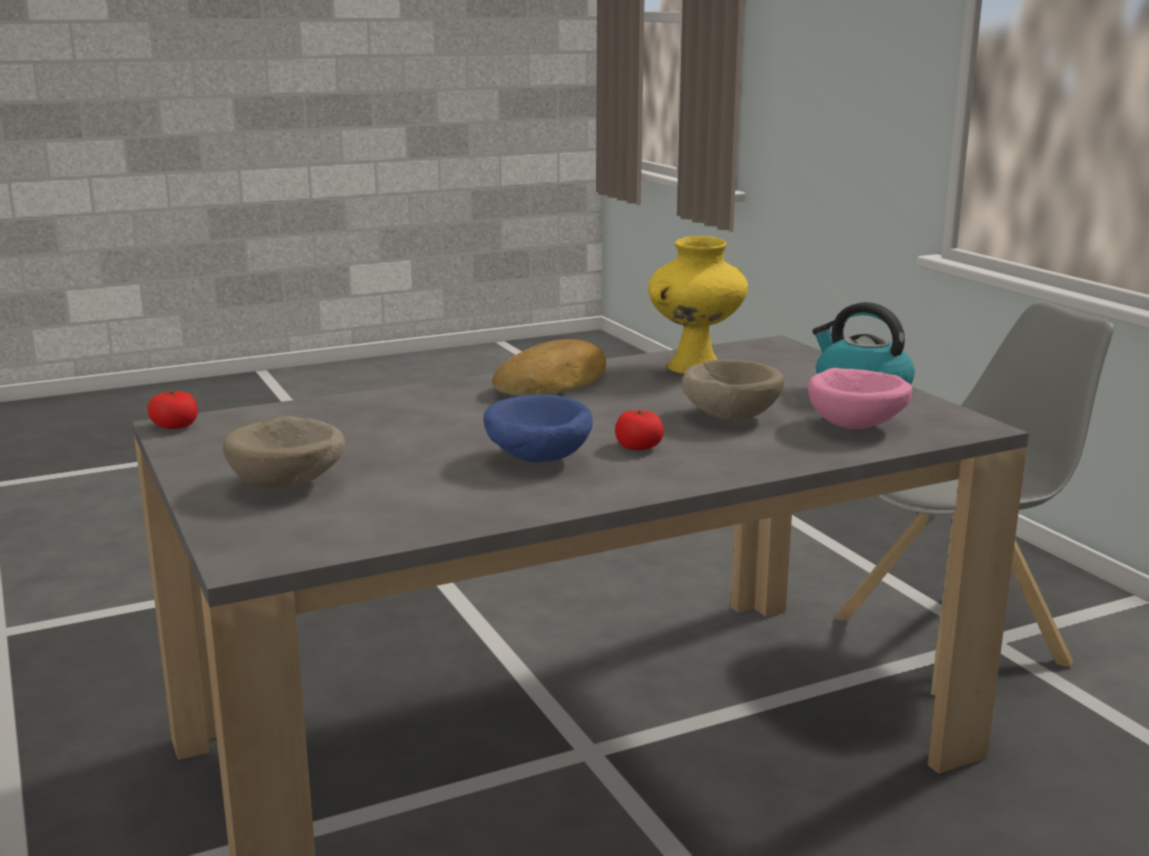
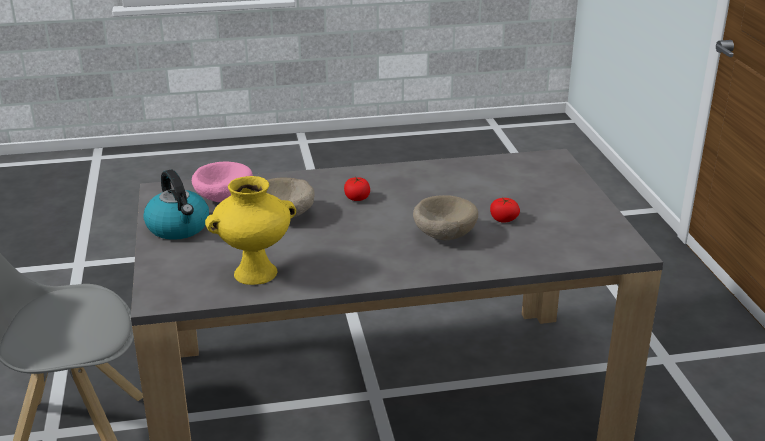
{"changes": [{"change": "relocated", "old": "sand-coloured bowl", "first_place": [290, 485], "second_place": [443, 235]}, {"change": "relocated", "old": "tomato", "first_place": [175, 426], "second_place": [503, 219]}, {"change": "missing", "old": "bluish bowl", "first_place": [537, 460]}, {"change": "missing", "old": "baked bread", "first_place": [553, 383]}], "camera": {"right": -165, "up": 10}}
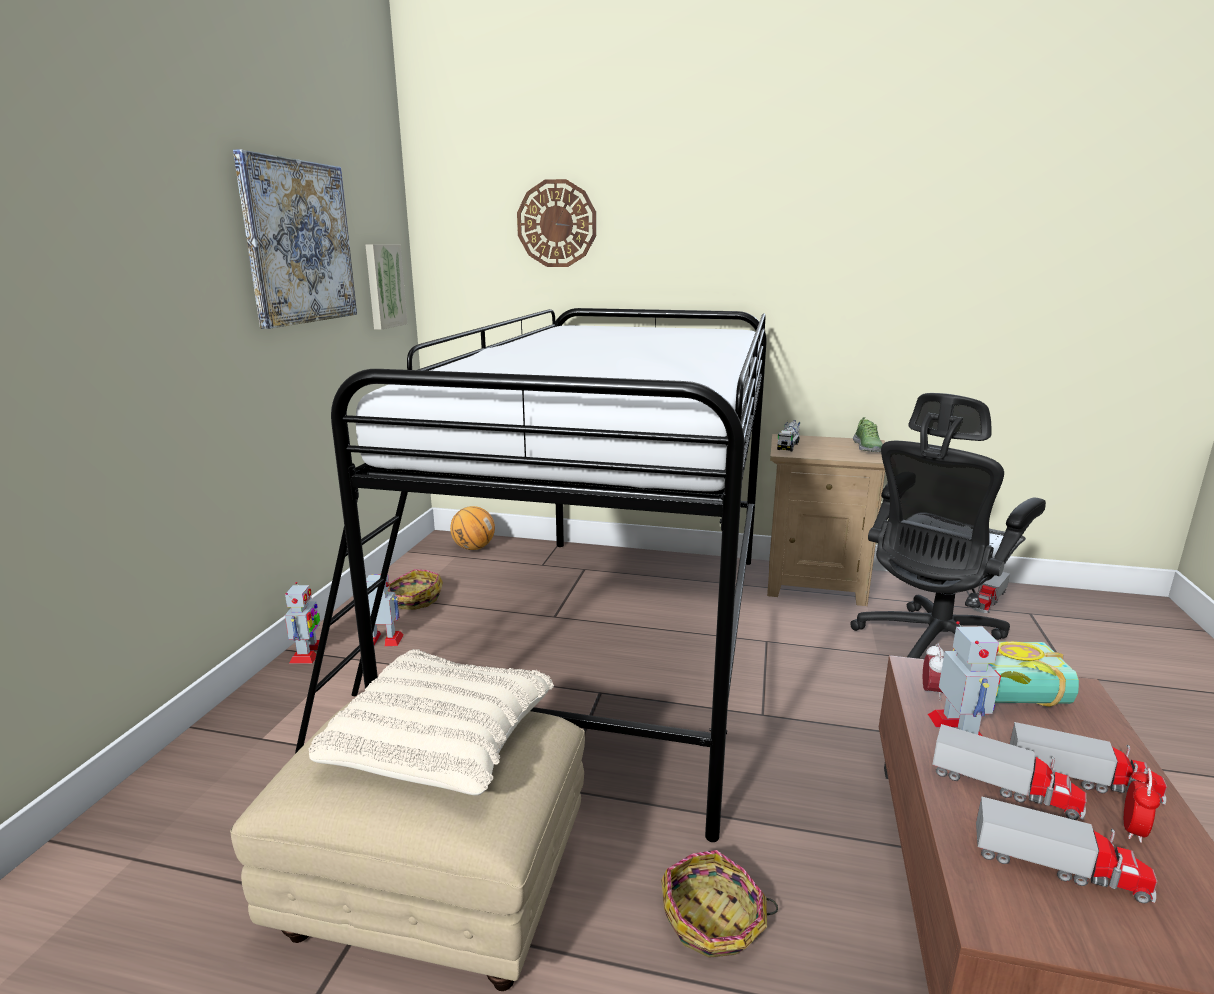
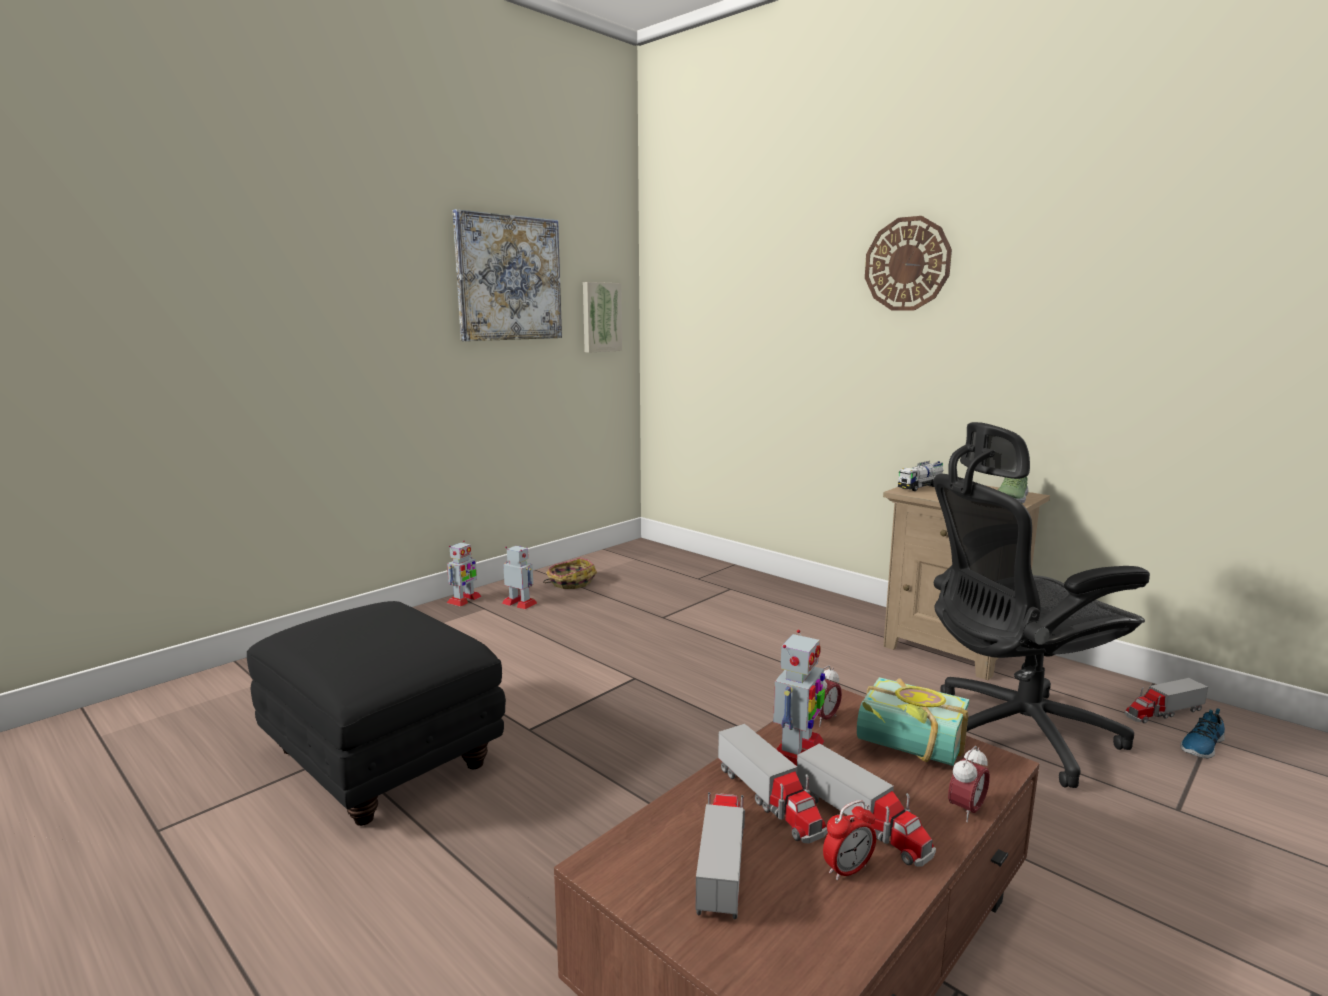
{"changes": [{"change": "colour", "old": "sand-coloured ottoman", "new": "black ottoman", "first_place": [438, 894], "second_place": [384, 760]}, {"change": "spun", "old": "toy lorry", "first_place": [1059, 868], "second_place": [722, 862], "degrees": -135}, {"change": "relocated", "old": "clock on the wall", "first_place": [556, 224], "second_place": [907, 264]}, {"change": "appeared", "new": "table clock", "second_place": [966, 810]}, {"change": "appeared", "new": "shoe", "second_place": [1201, 745]}, {"change": "missing", "old": "black bed", "first_place": [604, 646]}, {"change": "missing", "old": "sand-coloured throw pillow", "first_place": [441, 738]}, {"change": "missing", "old": "basketball", "first_place": [473, 548]}, {"change": "missing", "old": "household basket", "first_place": [714, 921]}], "camera": {"right": 30, "up": -5}}
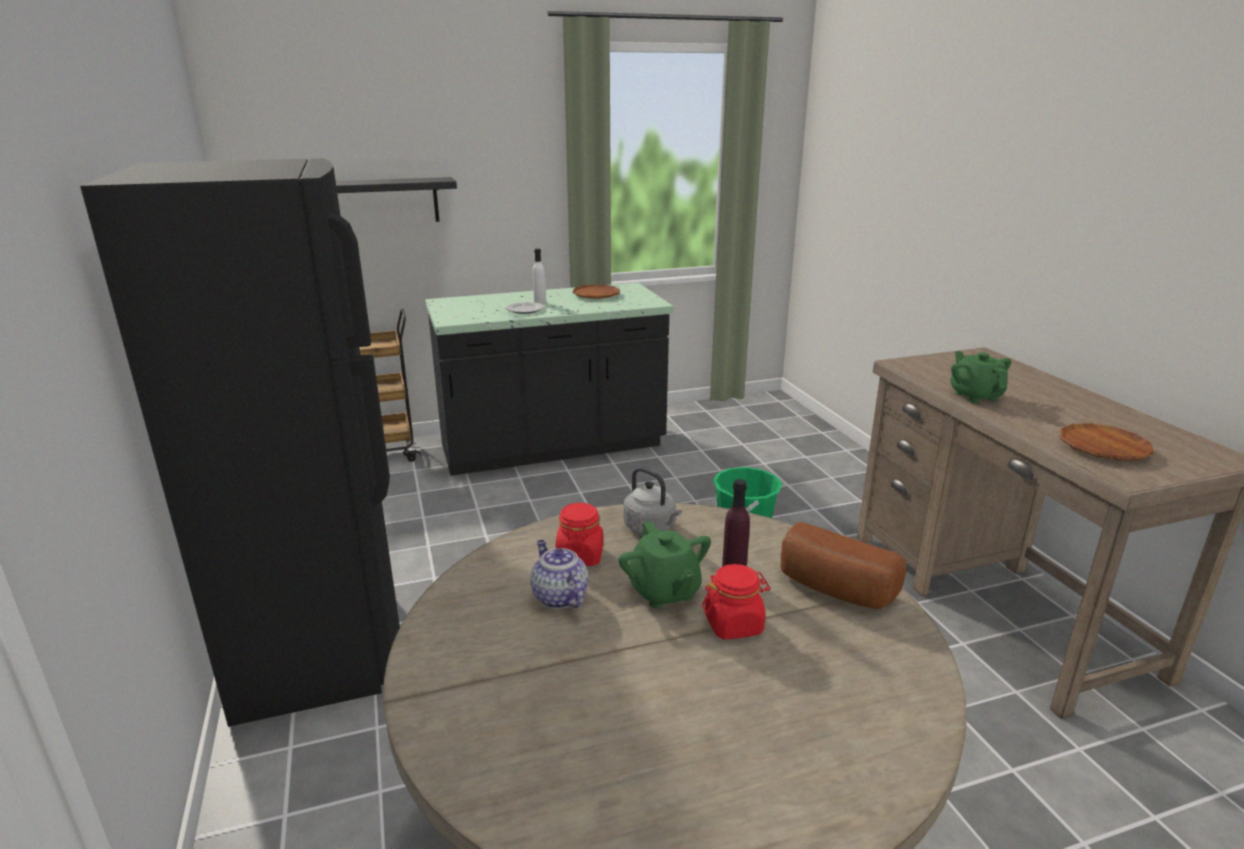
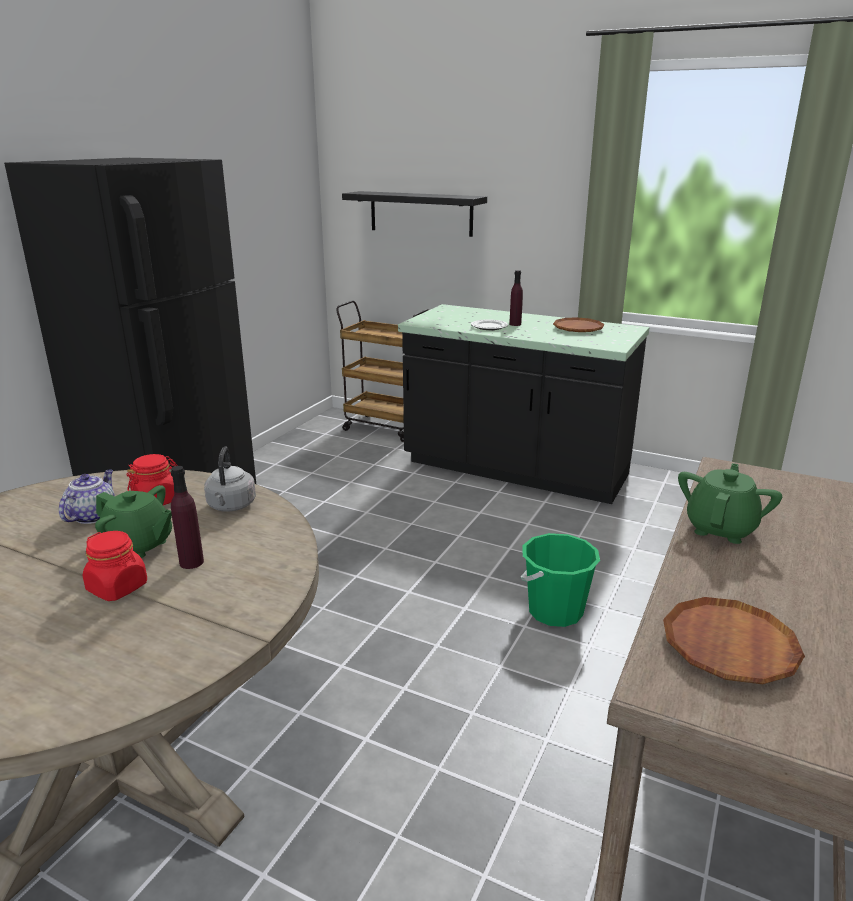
{"changes": [{"change": "spun", "old": "greenish pot for tea", "first_place": [664, 591], "second_place": [139, 545], "degrees": -90}, {"change": "colour", "old": "whitish drink bottle", "new": "purplish drink bottle", "first_place": [539, 302], "second_place": [515, 324]}, {"change": "missing", "old": "baked bread", "first_place": [833, 589]}], "camera": {"right": 45, "up": 0}}
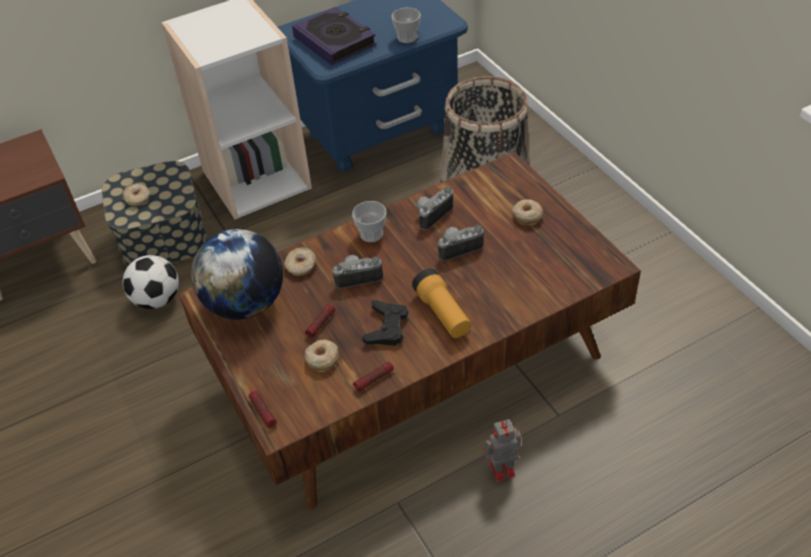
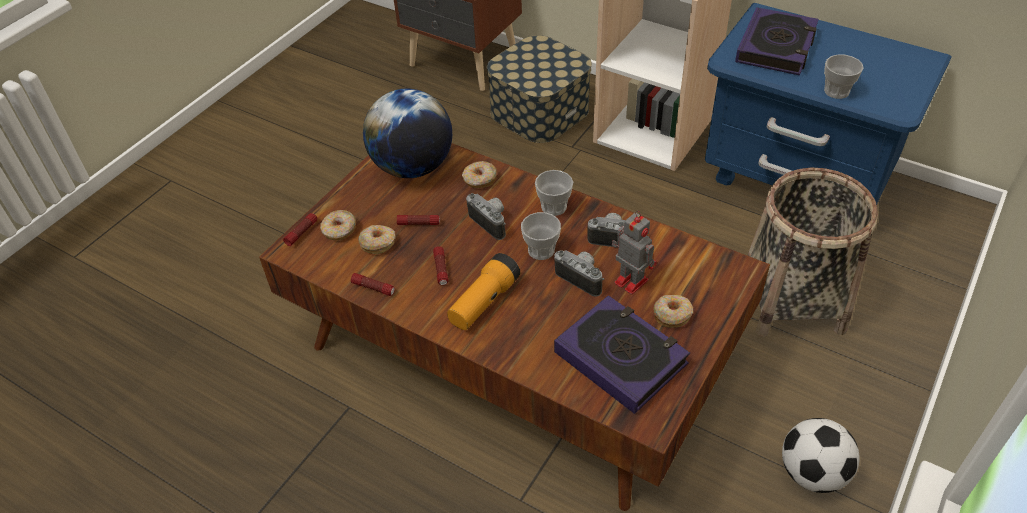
{"changes": [{"change": "relocated", "old": "donut", "first_place": [138, 198], "second_place": [339, 230]}, {"change": "exchanged", "old": "black game controller", "new": "hand torch", "first_place": [386, 327], "second_place": [441, 269]}, {"change": "appeared", "new": "drinking cup", "second_place": [541, 250]}, {"change": "appeared", "new": "bound book", "second_place": [620, 358]}, {"change": "relocated", "old": "robot figure", "first_place": [500, 469], "second_place": [630, 280]}, {"change": "relocated", "old": "ball for football", "first_place": [157, 300], "second_place": [812, 473]}], "camera": {"right": 60, "up": 0}}
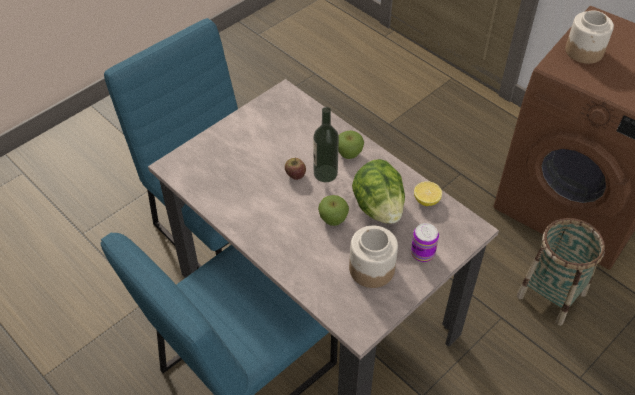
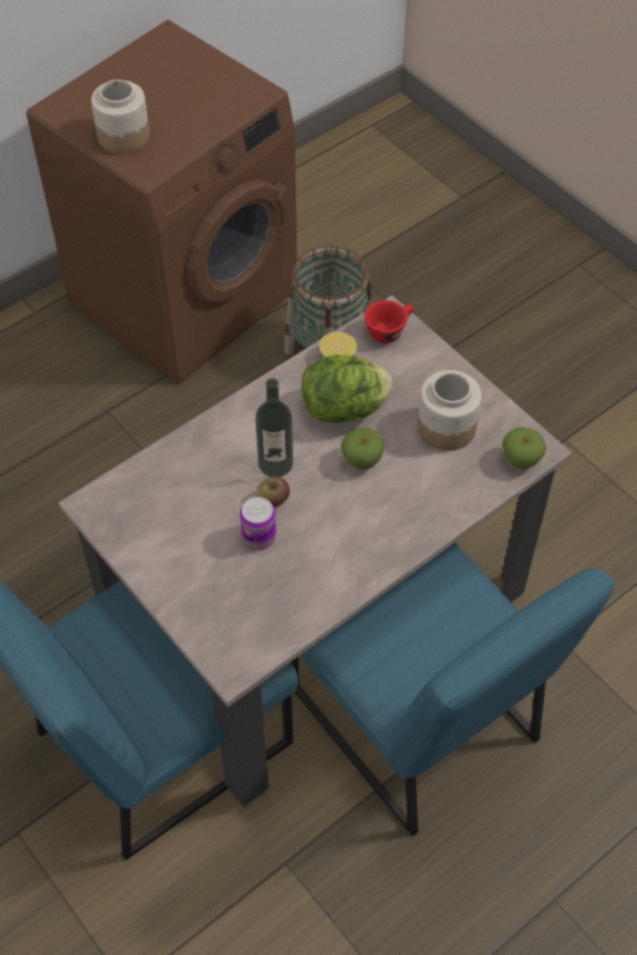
{"changes": [{"change": "relocated", "old": "sealed can", "first_place": [422, 253], "second_place": [259, 536]}, {"change": "appeared", "new": "reddish drinking cup", "second_place": [389, 330]}, {"change": "relocated", "old": "apple", "first_place": [349, 154], "second_place": [520, 460]}], "camera": {"right": -85, "up": 5}}
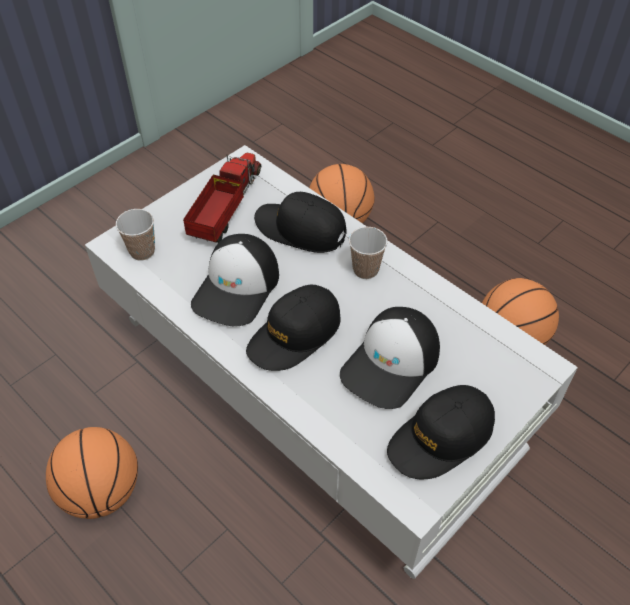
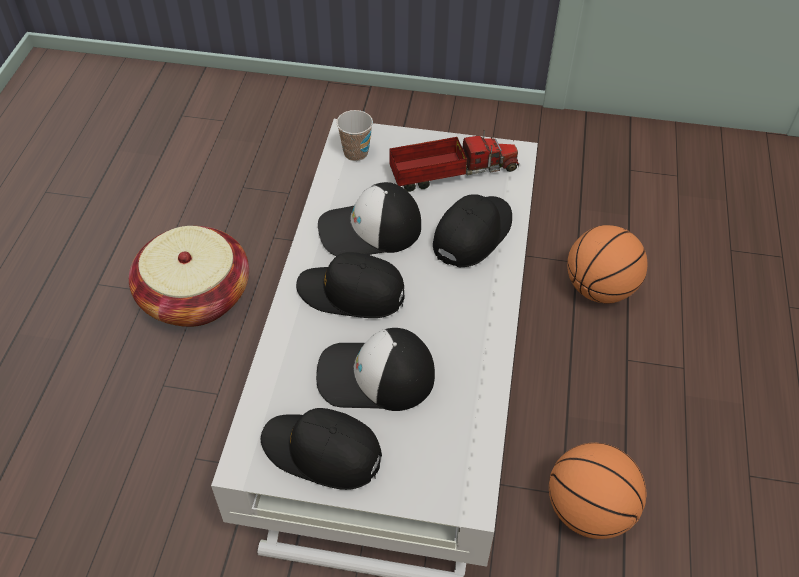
{"changes": [{"change": "exchanged", "old": "basketball", "new": "household basket", "first_place": [102, 491], "second_place": [195, 296]}, {"change": "spun", "old": "black baseball cap", "first_place": [300, 229], "second_place": [472, 234], "degrees": 45}, {"change": "missing", "old": "drinking cup", "first_place": [365, 270]}], "camera": {"right": 55, "up": 0}}
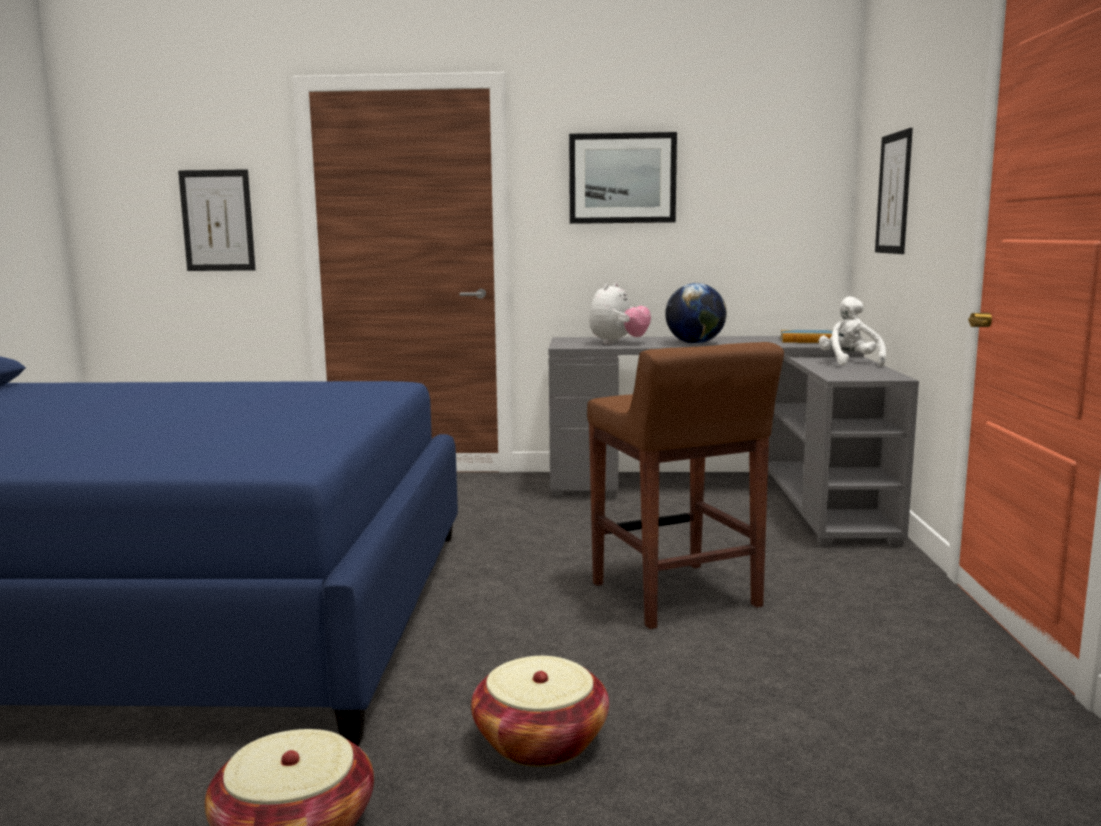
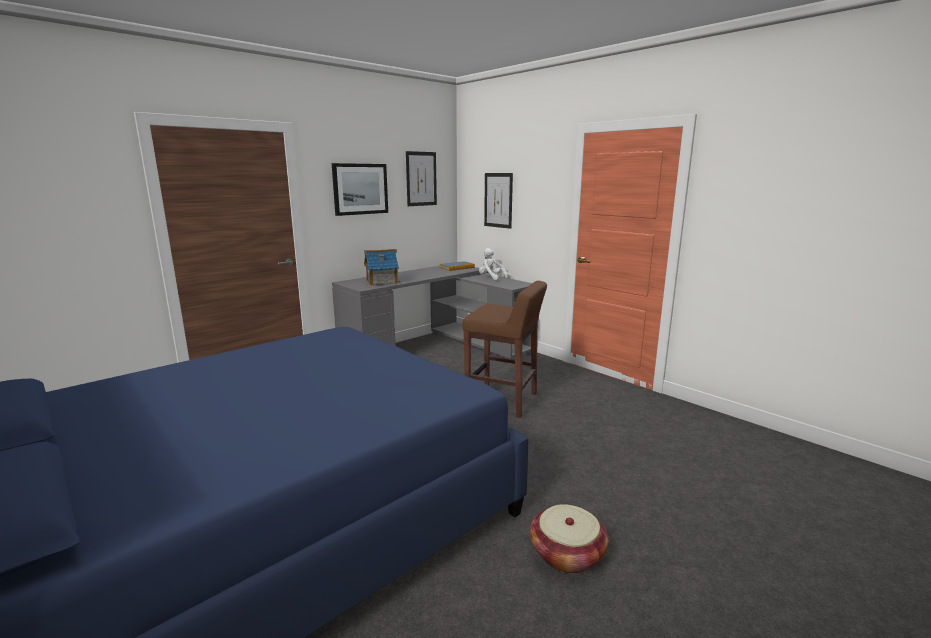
{"changes": [{"change": "exchanged", "old": "cuddly toy", "new": "toy house", "first_place": [618, 343], "second_place": [381, 282]}, {"change": "relocated", "old": "picture", "first_place": [217, 220], "second_place": [421, 179]}, {"change": "missing", "old": "household basket", "first_place": [540, 741]}, {"change": "missing", "old": "world globe", "first_place": [695, 343]}], "camera": {"right": -45, "up": 5}}
